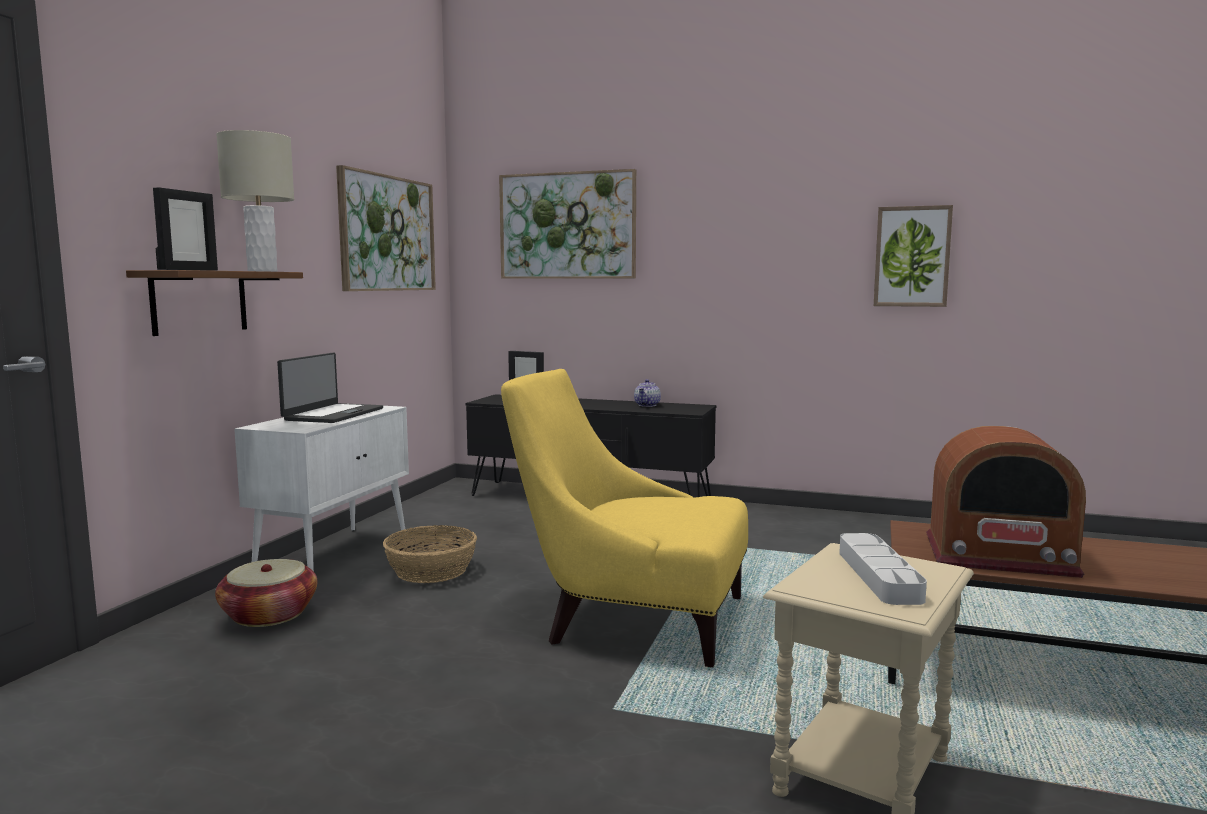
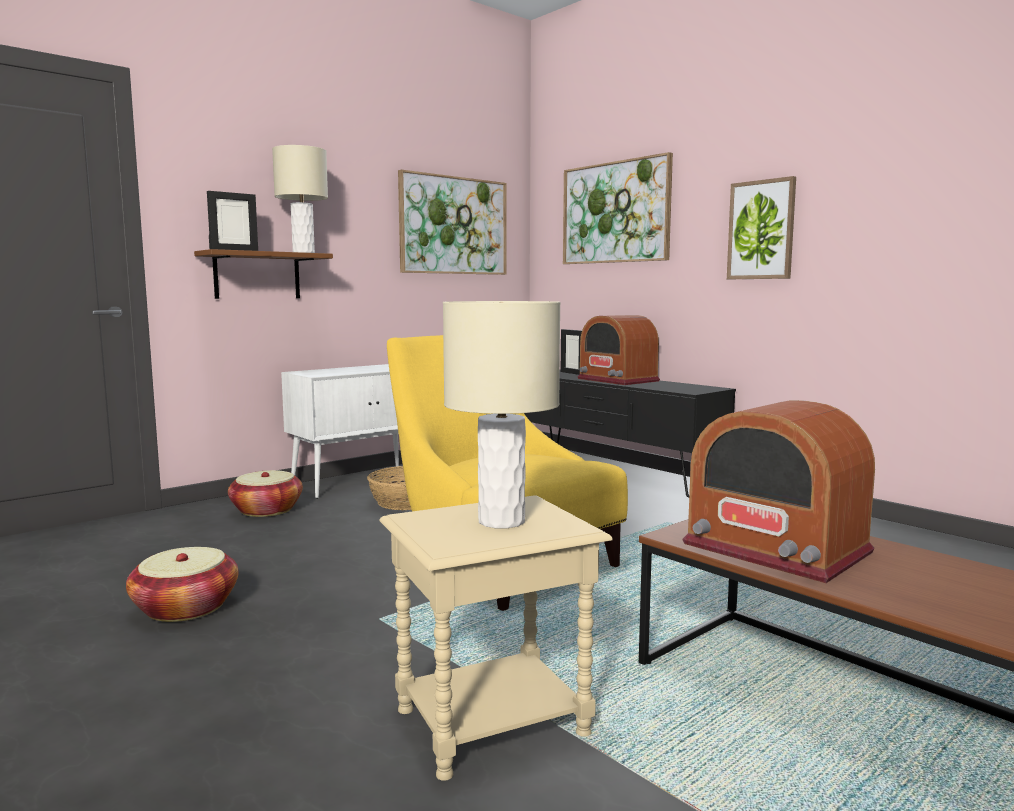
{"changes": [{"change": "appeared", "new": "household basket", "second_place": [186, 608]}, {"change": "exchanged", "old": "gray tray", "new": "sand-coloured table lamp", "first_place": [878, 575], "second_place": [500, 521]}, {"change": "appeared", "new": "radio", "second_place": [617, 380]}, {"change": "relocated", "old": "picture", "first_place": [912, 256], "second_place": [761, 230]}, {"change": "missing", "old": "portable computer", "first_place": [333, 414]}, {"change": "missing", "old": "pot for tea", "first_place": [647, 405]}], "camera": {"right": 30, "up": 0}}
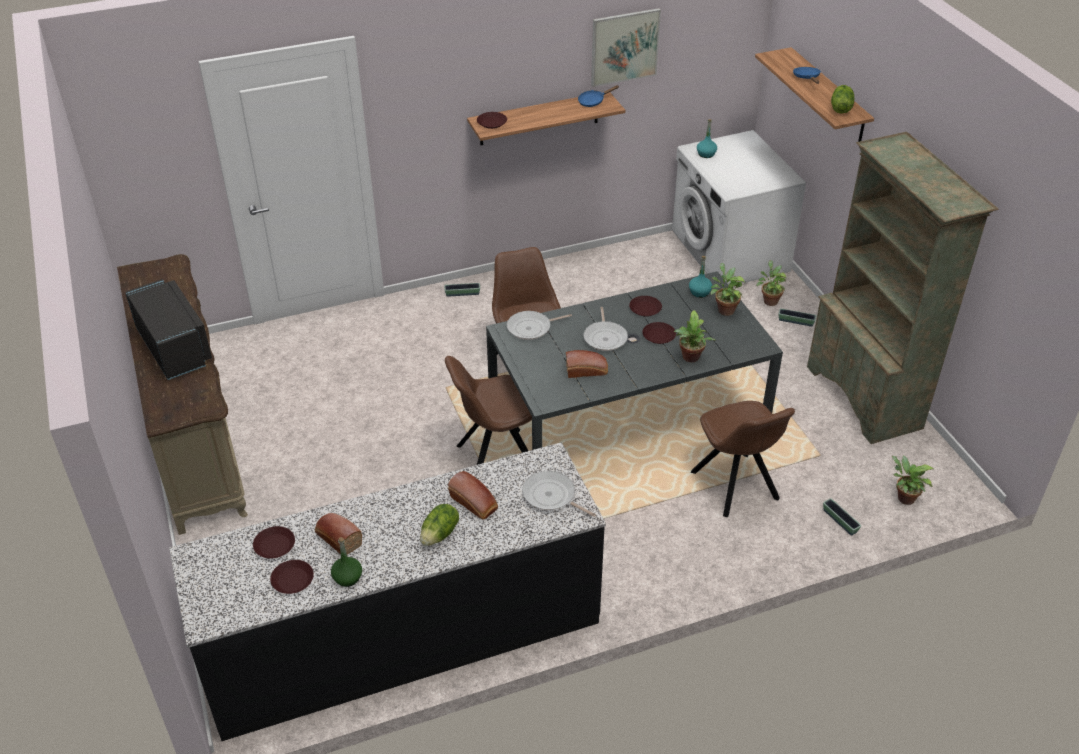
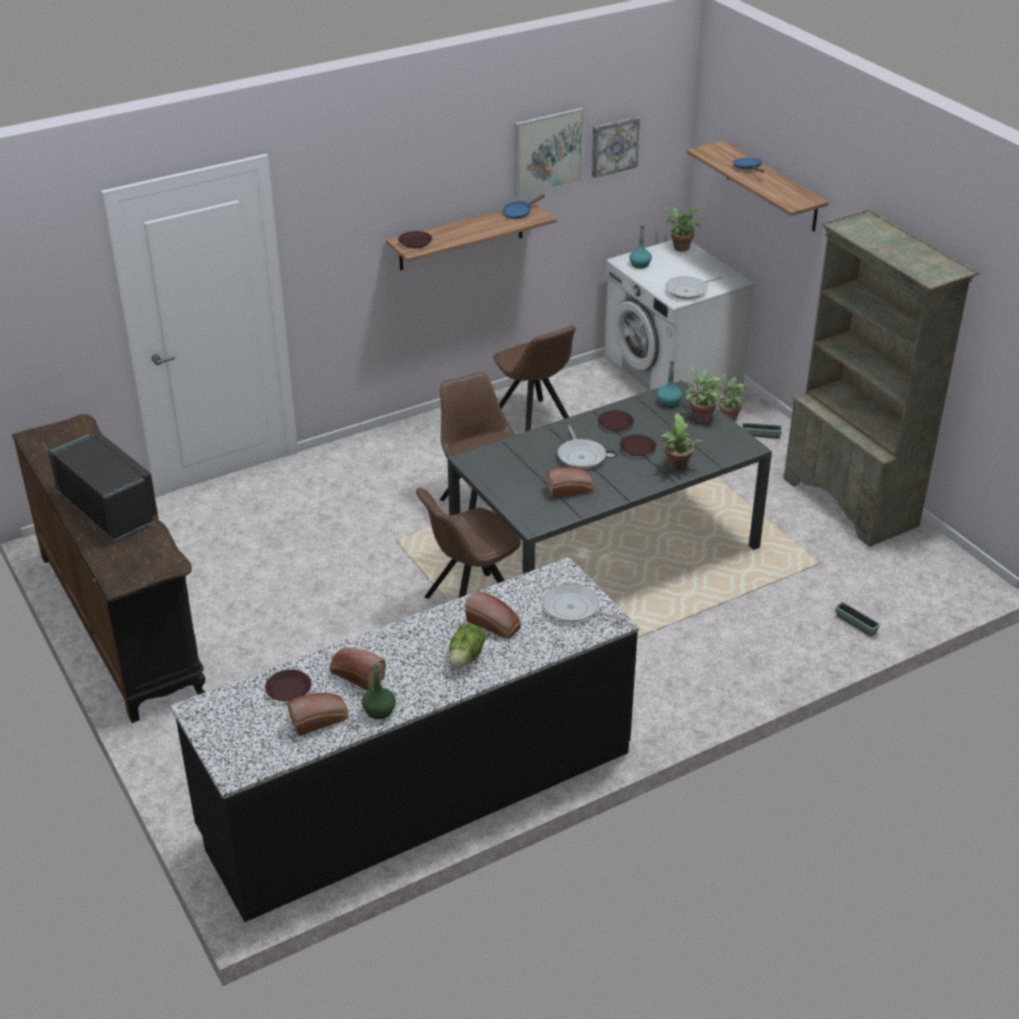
{"changes": [{"change": "colour", "old": "sand-coloured cabinet", "new": "black cabinet", "first_place": [196, 437], "second_place": [122, 621]}, {"change": "exchanged", "old": "brownish dinner plate", "new": "baked bread", "first_place": [293, 580], "second_place": [320, 720]}, {"change": "relocated", "old": "brownish chair", "first_place": [735, 485], "second_place": [533, 422]}, {"change": "appeared", "new": "picture", "second_place": [613, 146]}, {"change": "relocated", "old": "potted plant", "first_place": [903, 498], "second_place": [679, 248]}, {"change": "relocated", "old": "skillet", "first_place": [531, 328], "second_place": [688, 290]}, {"change": "missing", "old": "flower pot", "first_place": [462, 293]}, {"change": "missing", "old": "lettuce", "first_place": [840, 108]}], "camera": {"right": -10, "up": -5}}
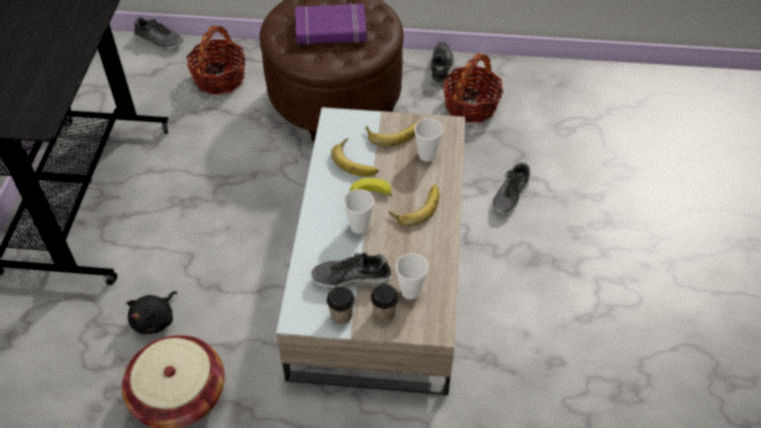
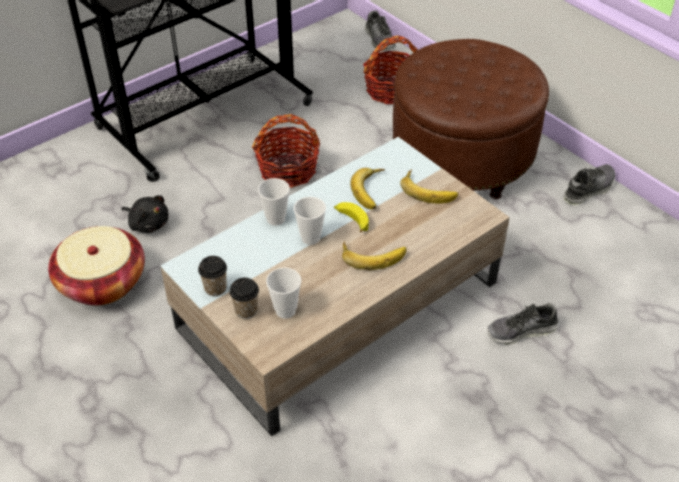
{"changes": [{"change": "spun", "old": "black cuddly toy", "first_place": [155, 320], "second_place": [148, 223], "degrees": -135}, {"change": "relocated", "old": "household basket", "first_place": [470, 106], "second_place": [288, 170]}, {"change": "relocated", "old": "drinking cup", "first_place": [427, 155], "second_place": [275, 219]}, {"change": "missing", "old": "purplish bound book", "first_place": [331, 30]}, {"change": "missing", "old": "shoe", "first_place": [352, 278]}], "camera": {"right": 45, "up": -5}}
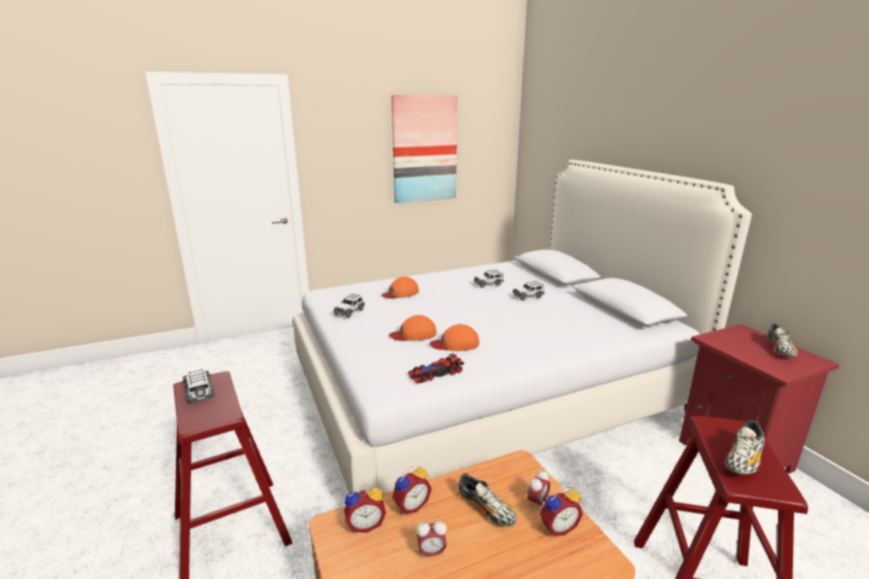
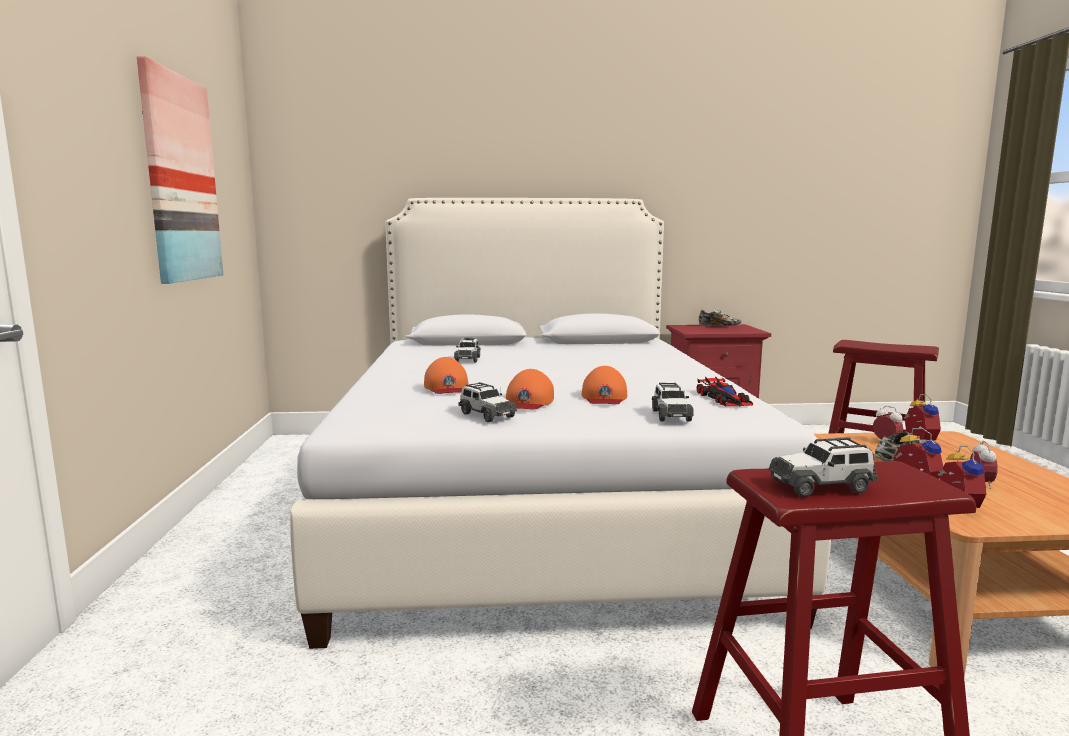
{"changes": [{"change": "relocated", "old": "orange-coloured baseball cap", "first_place": [455, 344], "second_place": [528, 401]}, {"change": "relocated", "old": "model car", "first_place": [528, 296], "second_place": [670, 415]}, {"change": "missing", "old": "shoe", "first_place": [743, 460]}], "camera": {"right": -70, "up": -10}}
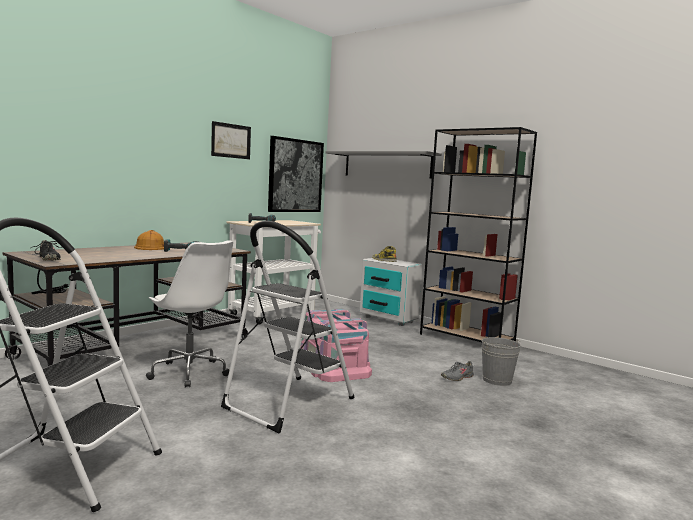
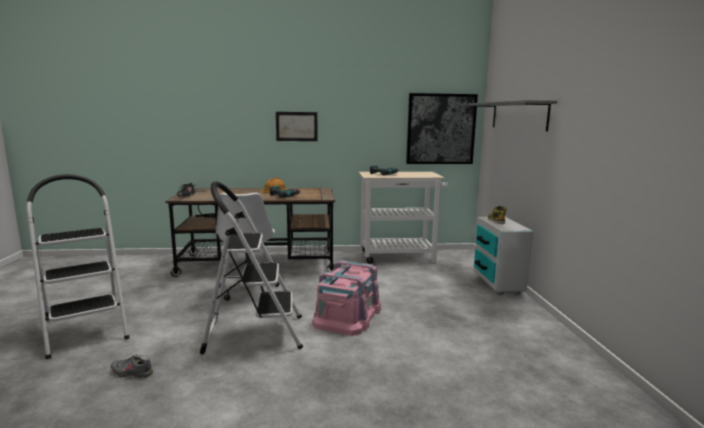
{"changes": [{"change": "relocated", "old": "gray shoe", "first_place": [457, 377], "second_place": [132, 372]}, {"change": "relocated", "old": "picture", "first_place": [231, 141], "second_place": [296, 126]}, {"change": "missing", "old": "sand-coloured shelving unit", "first_place": [467, 340]}, {"change": "missing", "old": "gray water bucket", "first_place": [497, 380]}], "camera": {"right": 45, "up": 5}}
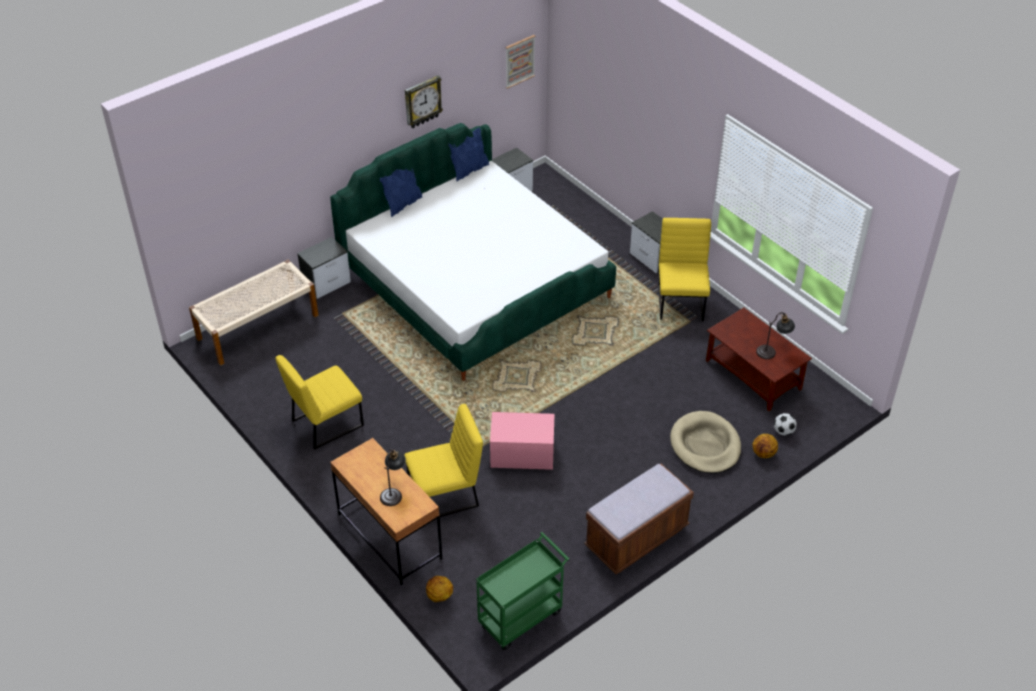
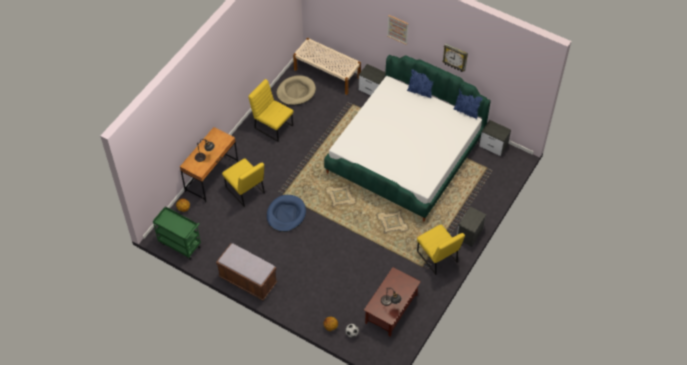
{"changes": [{"change": "exchanged", "old": "pink storage container", "new": "bluish dog cushion", "first_place": [522, 453], "second_place": [286, 214]}, {"change": "relocated", "old": "sand-coloured dog cushion", "first_place": [705, 445], "second_place": [296, 92]}, {"change": "relocated", "old": "picture", "first_place": [519, 61], "second_place": [398, 29]}, {"change": "spun", "old": "yellow chair", "first_place": [681, 301], "second_place": [437, 258], "degrees": 75}], "camera": {"right": 70, "up": 10}}
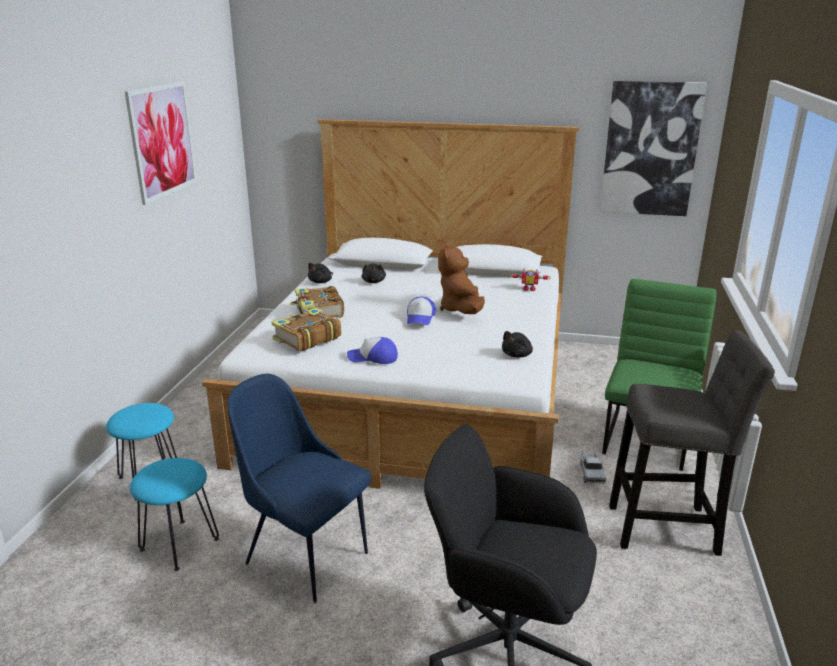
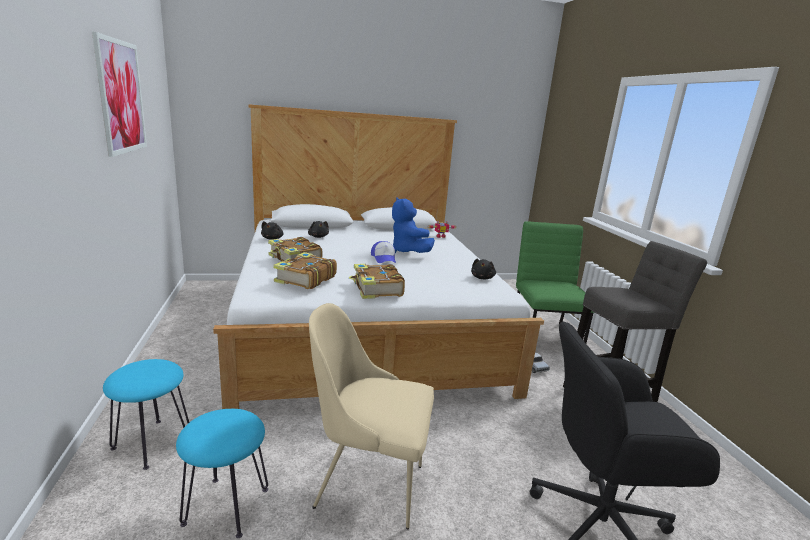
{"changes": [{"change": "colour", "old": "bluish chair", "new": "sand-coloured chair", "first_place": [305, 558], "second_place": [369, 486]}, {"change": "exchanged", "old": "baseball cap", "new": "bound book", "first_place": [373, 358], "second_place": [376, 289]}, {"change": "colour", "old": "brownish cuddly toy", "new": "bluish cuddly toy", "first_place": [461, 310], "second_place": [408, 251]}, {"change": "missing", "old": "picture", "first_place": [650, 149]}], "camera": {"right": -25, "up": -5}}
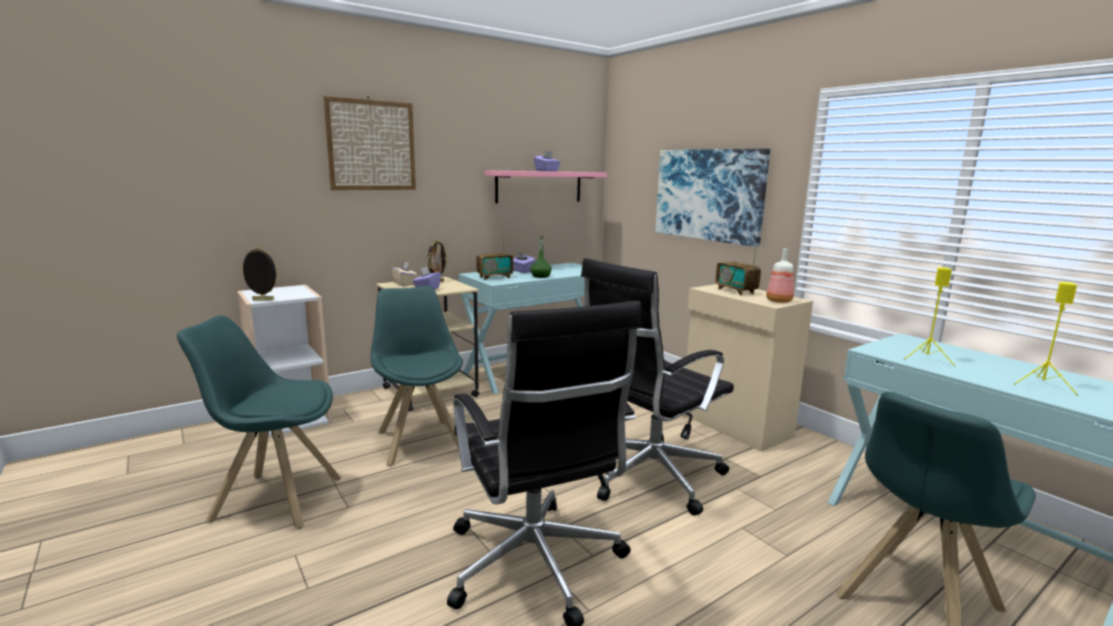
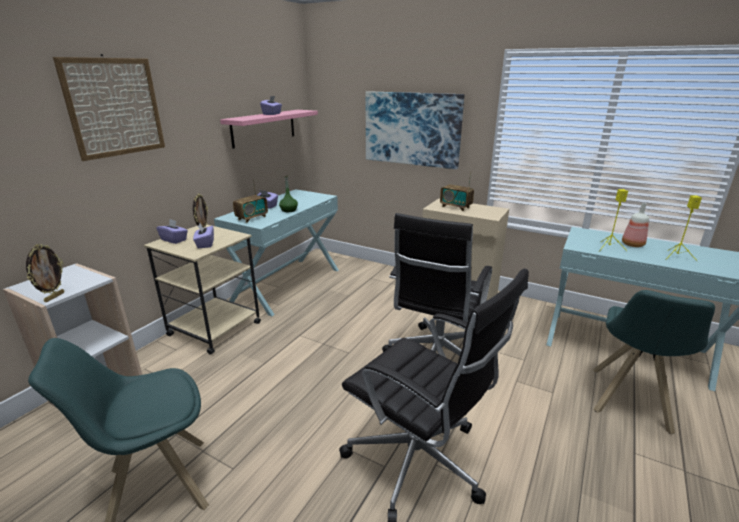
{"changes": [{"change": "spun", "old": "photo frame", "first_place": [262, 300], "second_place": [54, 297], "degrees": 135}, {"change": "colour", "old": "sand-coloured box of tissues", "new": "purplish box of tissues", "first_place": [405, 283], "second_place": [174, 240]}, {"change": "relocated", "old": "drink bottle", "first_place": [778, 301], "second_place": [632, 245]}, {"change": "missing", "old": "turquoise-coloured chair", "first_place": [420, 441]}], "camera": {"right": -25, "up": 10}}
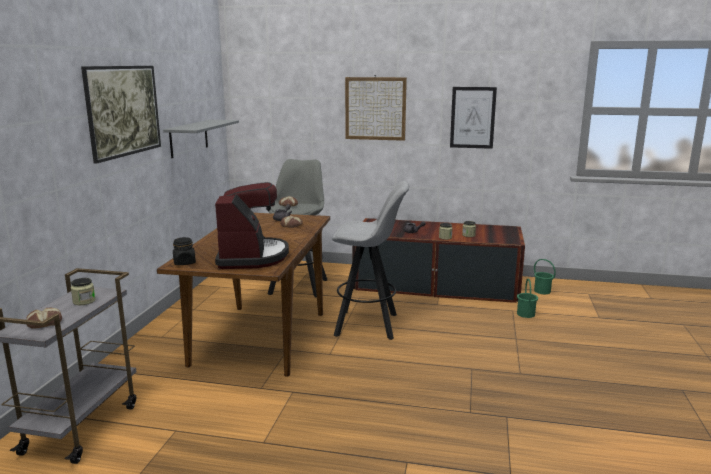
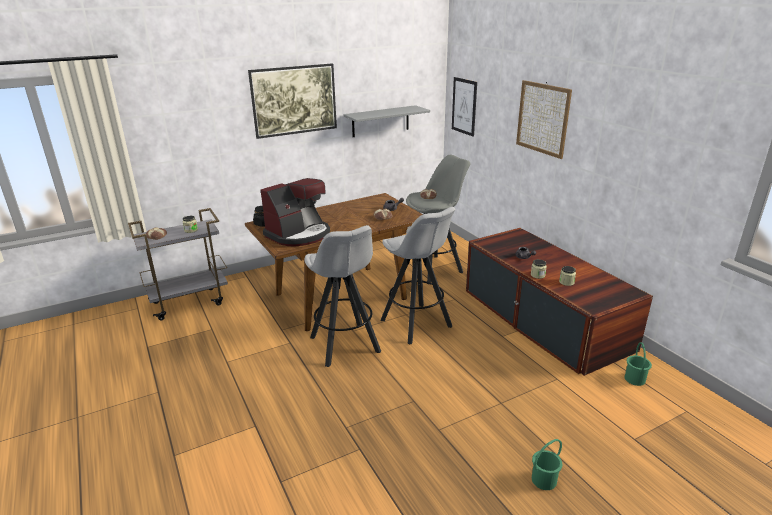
{"changes": [{"change": "appeared", "new": "gray stool", "second_place": [345, 346]}, {"change": "relocated", "old": "picture", "first_place": [472, 117], "second_place": [464, 106]}, {"change": "relocated", "old": "greenish water bucket", "first_place": [526, 314], "second_place": [544, 480]}], "camera": {"right": 50, "up": 10}}
